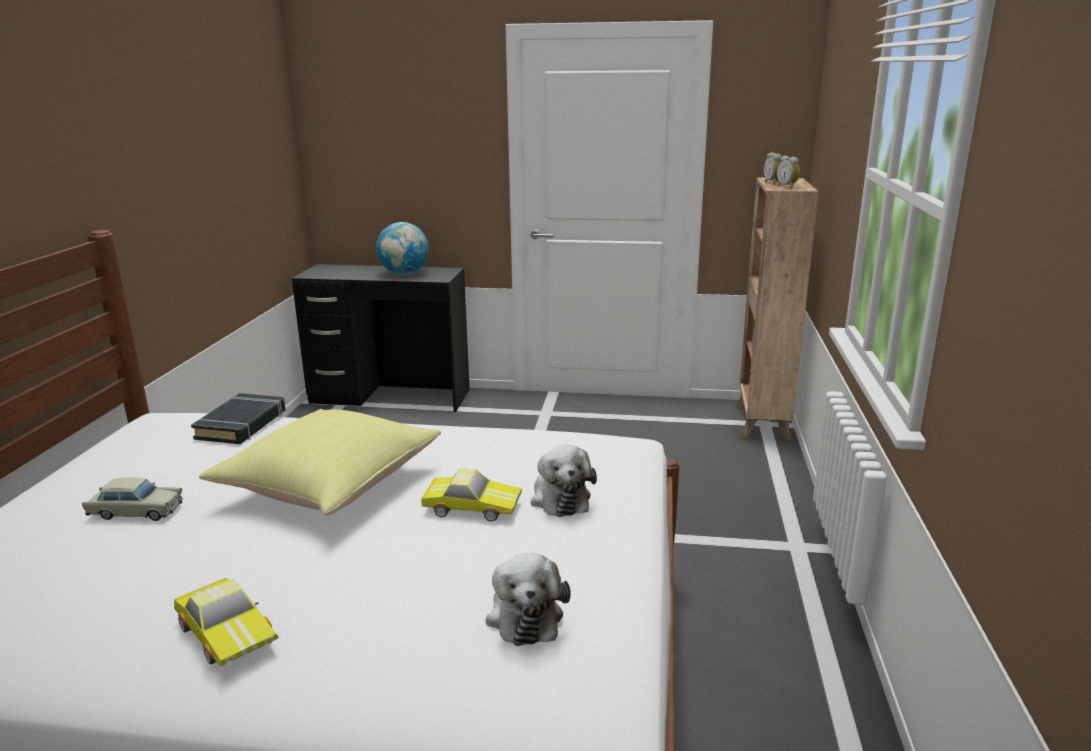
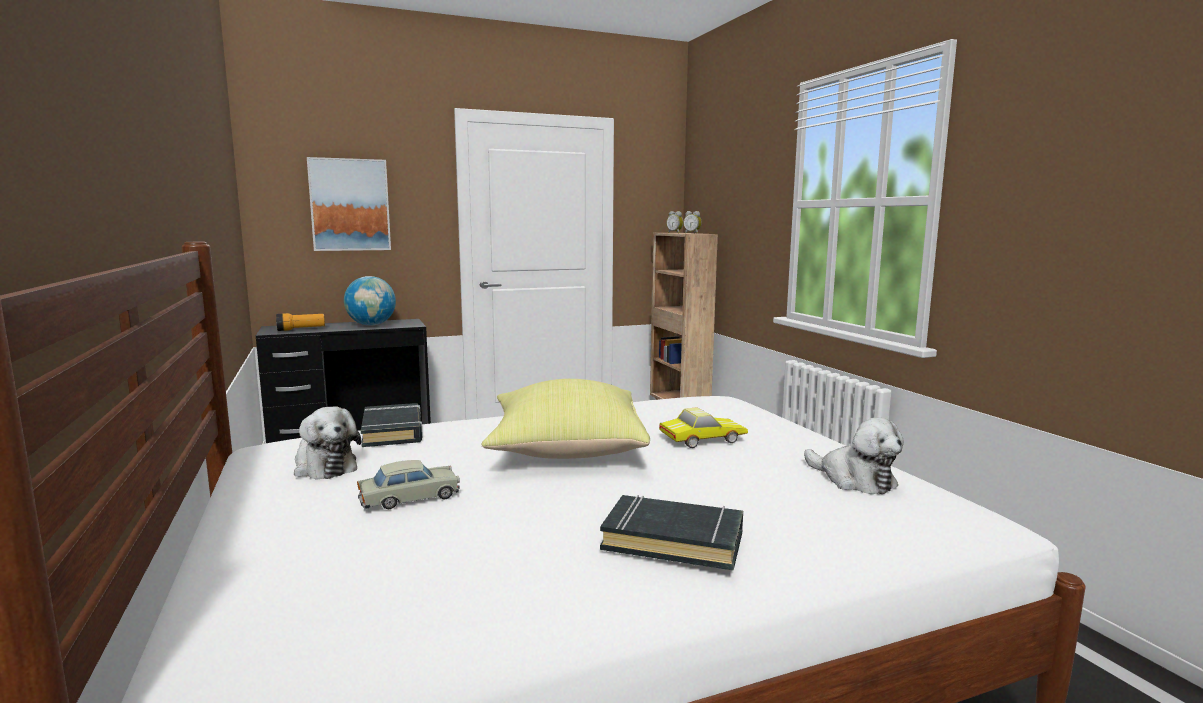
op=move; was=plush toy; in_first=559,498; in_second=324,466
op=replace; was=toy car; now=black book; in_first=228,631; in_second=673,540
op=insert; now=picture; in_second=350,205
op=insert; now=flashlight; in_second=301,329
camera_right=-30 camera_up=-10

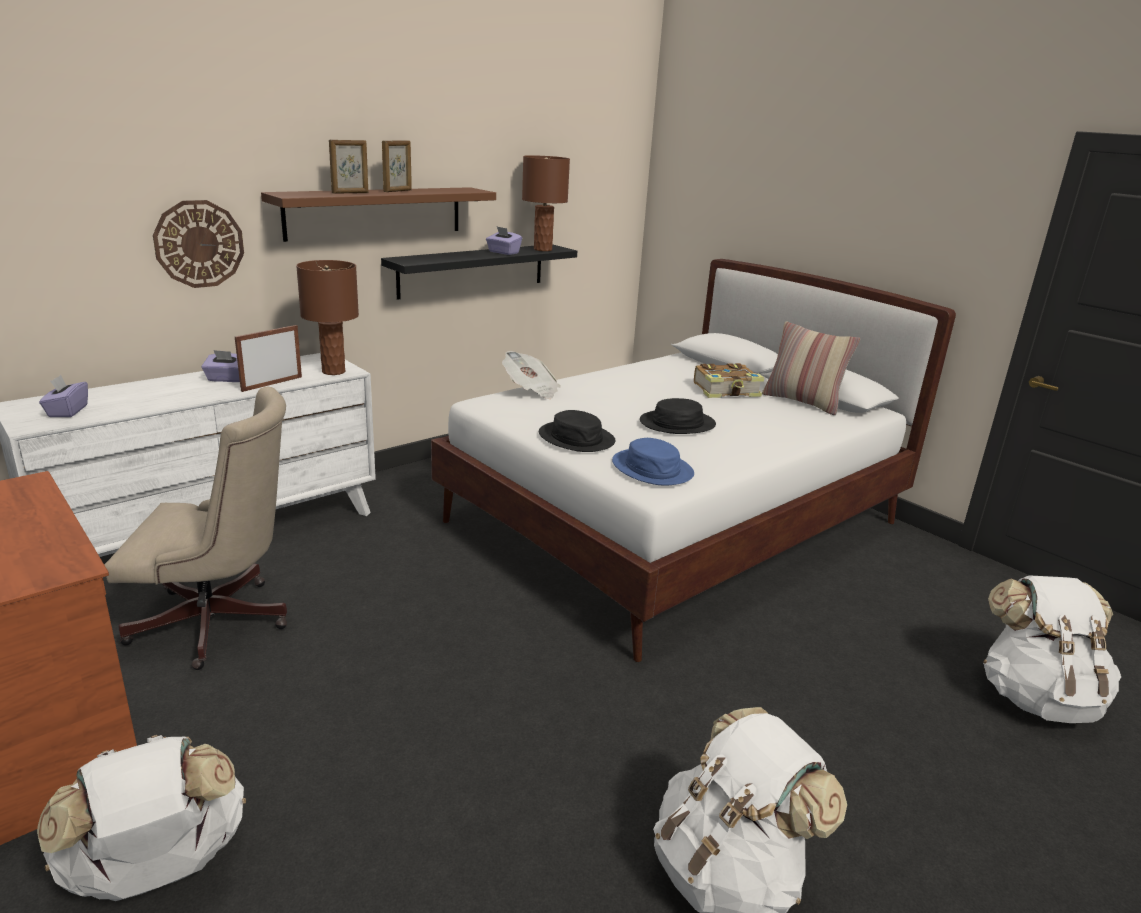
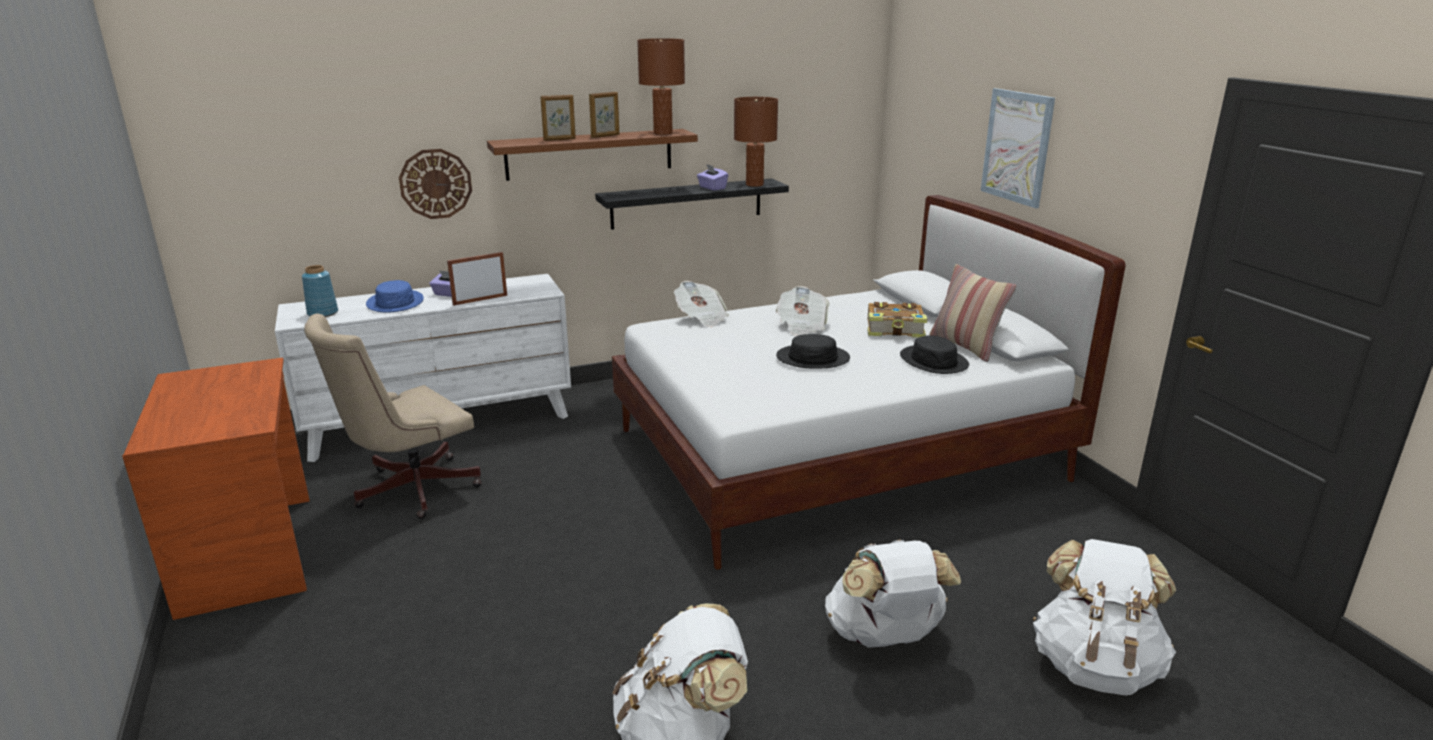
op=move; was=brown table lamp; in_first=333,371; in_second=662,133
op=replace; was=purple tissue box; now=blue vase; in_first=67,411; in_second=322,313
op=rotate; was=beige office chair; in_first=220,624; in_second=409,490; clockwise=120
op=move; was=black hat; in_first=576,438; in_second=934,361
op=move; was=blue hat; in_first=652,469; in_second=395,302
op=move; was=white backpack; in_first=158,870; in_second=884,637
op=insert; now=picture; in_second=1017,147
op=insert; now=newspaper; in_second=802,326
camera_right=20 camera_up=0

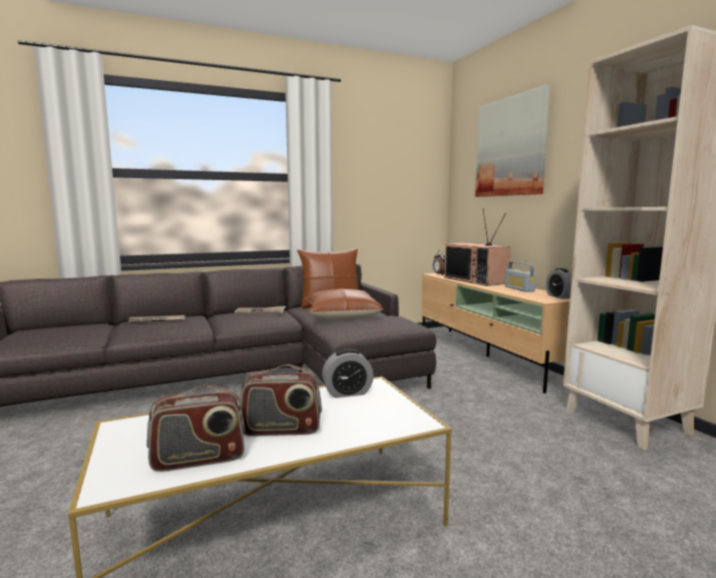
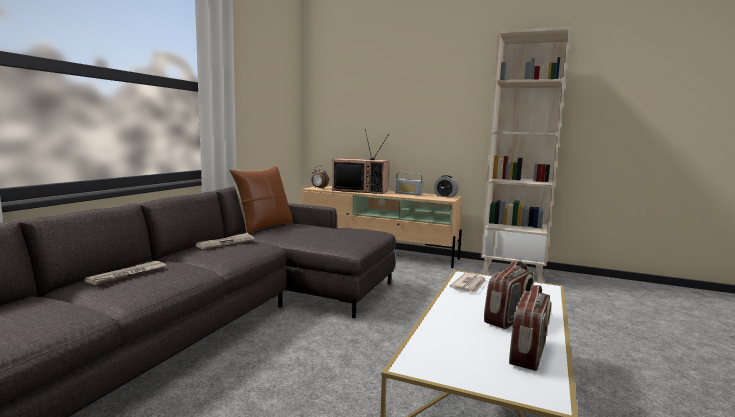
op=delete; was=picture; in_first=510,147
op=delete; was=brown pillow; in_first=342,315
op=replace; was=alarm clock; now=newspaper; in_first=347,393; in_second=469,285
camera_right=-45 camera_up=0

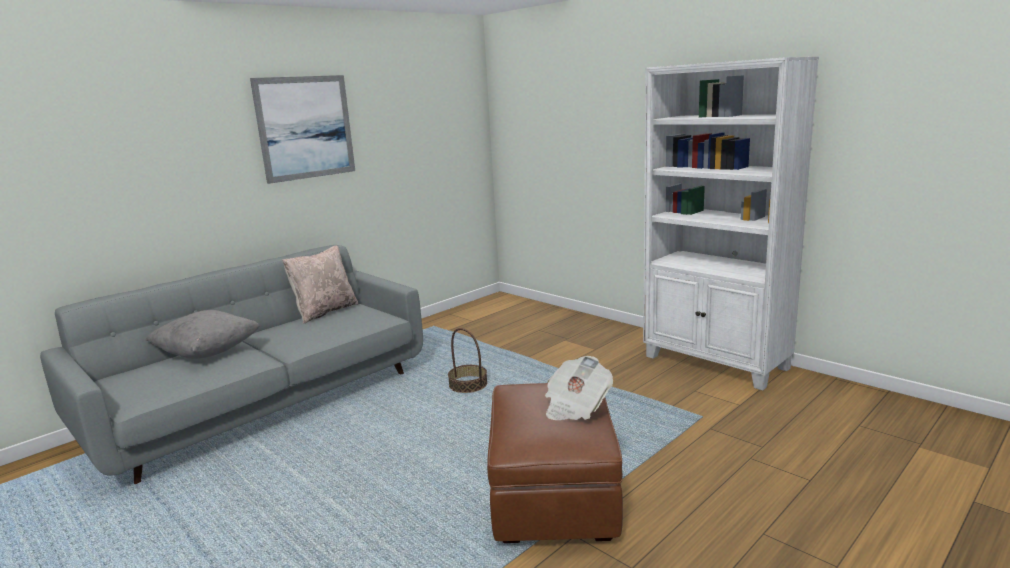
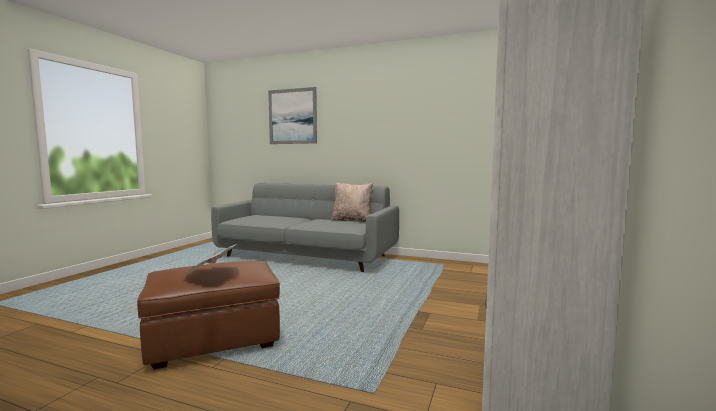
op=move; was=picture; in_first=305,127; in_second=292,116
op=delete; was=grey pillow; in_first=208,352
op=delete; was=basket; in_first=468,385
camera_right=65 camera_up=-10

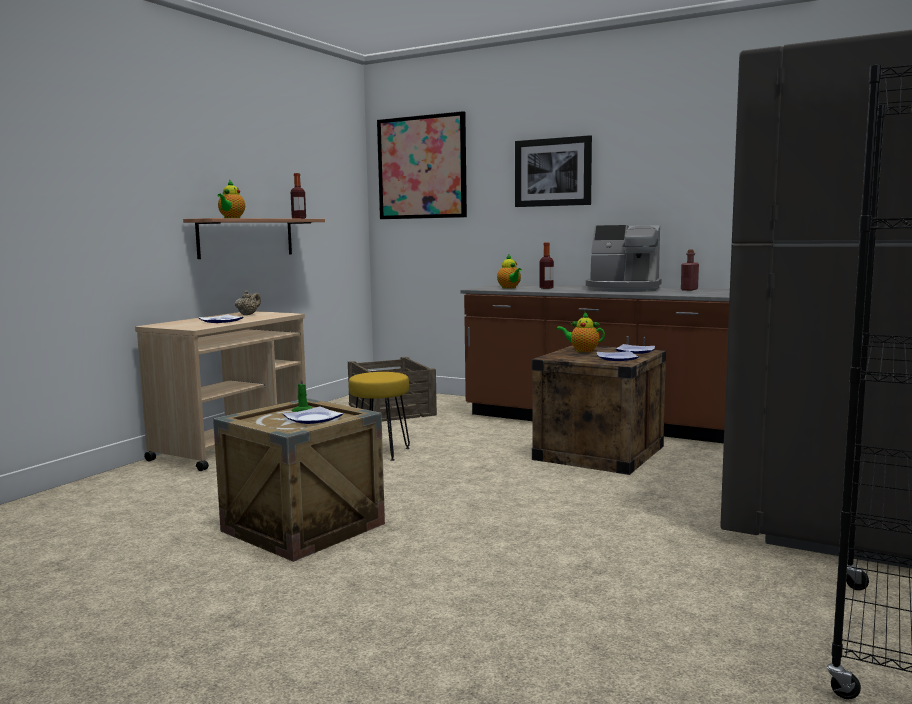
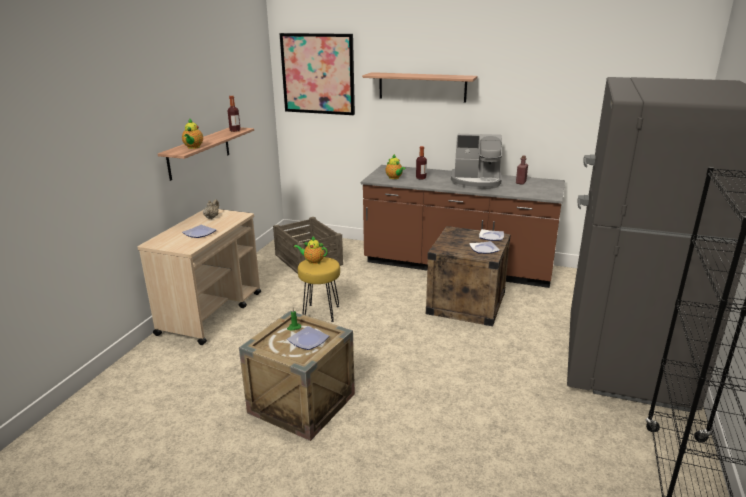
op=replace; was=picture; now=shelf; in_first=553,172; in_second=422,87
op=move; was=teapot; in_first=582,351; in_second=313,261
camera_right=-10 camera_up=15

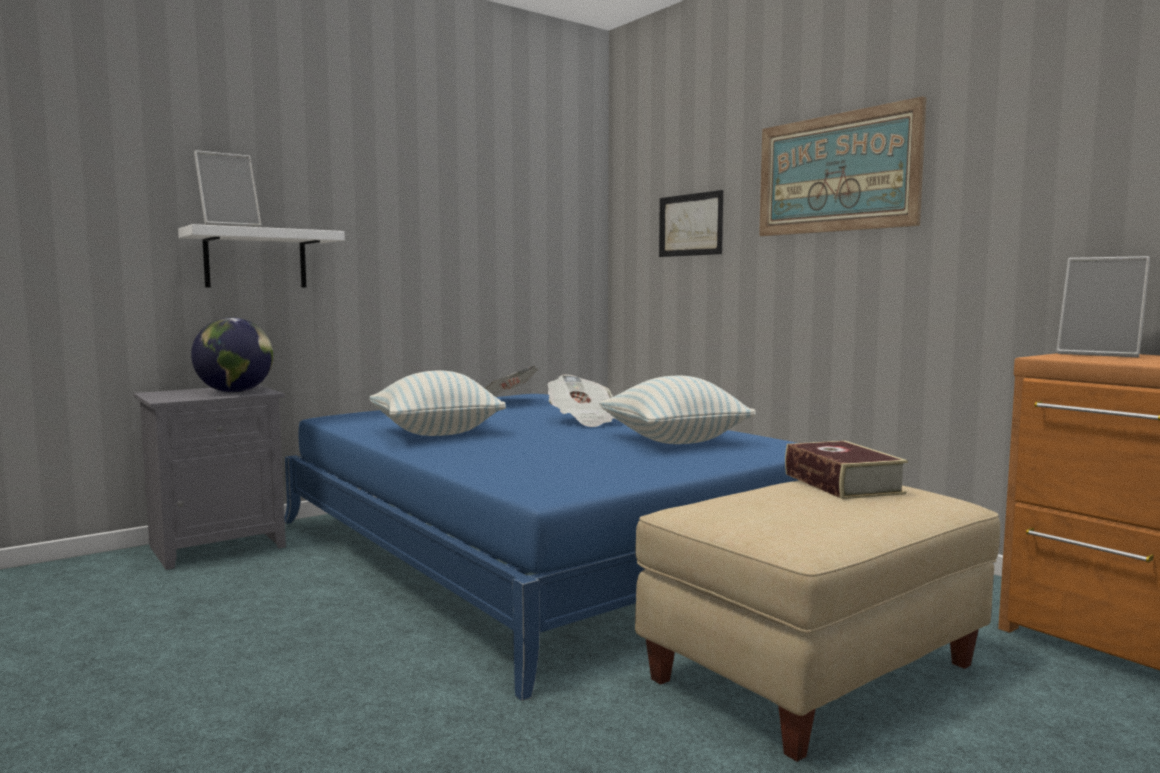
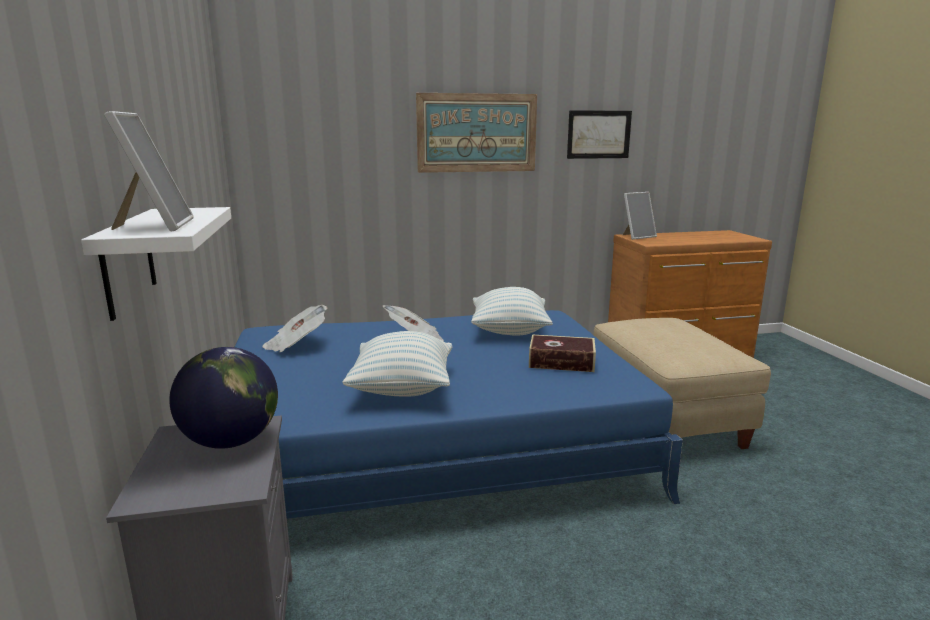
op=move; was=picture; in_first=690,225; in_second=598,134
op=move; was=book; in_first=842,484; in_second=561,362
camera_right=-65 camera_up=10

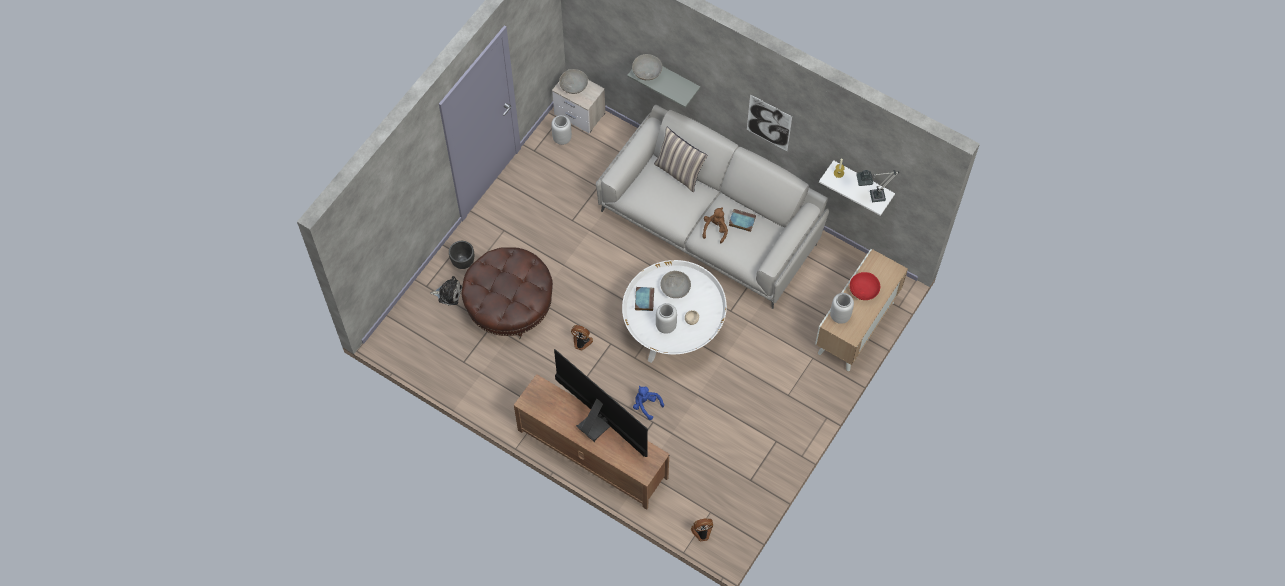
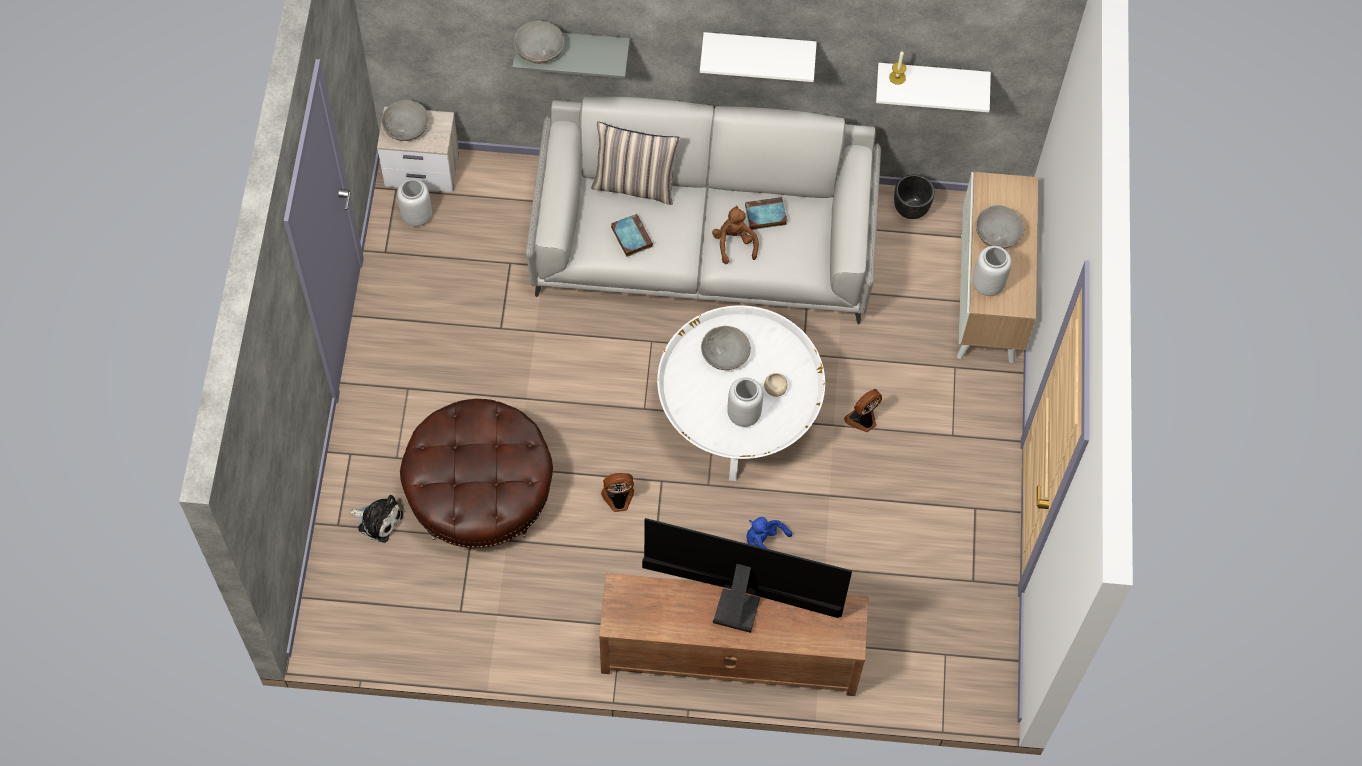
op=replace; was=picture; now=white shelf; in_first=769,123; in_second=759,48
op=delete; was=table lamp; in_first=873,196
op=move; was=black planter; in_first=463,262; in_second=911,209
op=recolor; was=red bowl; now=grey bowl; in_first=863,290; in_second=998,234
op=rotate; was=plush toy; in_first=448,293; in_second=378,520; clockwise=45
op=move; was=book; in_first=644,299; in_second=630,236
op=move; was=fan; in_first=702,532; in_second=863,419
camera_right=-30 camera_up=0

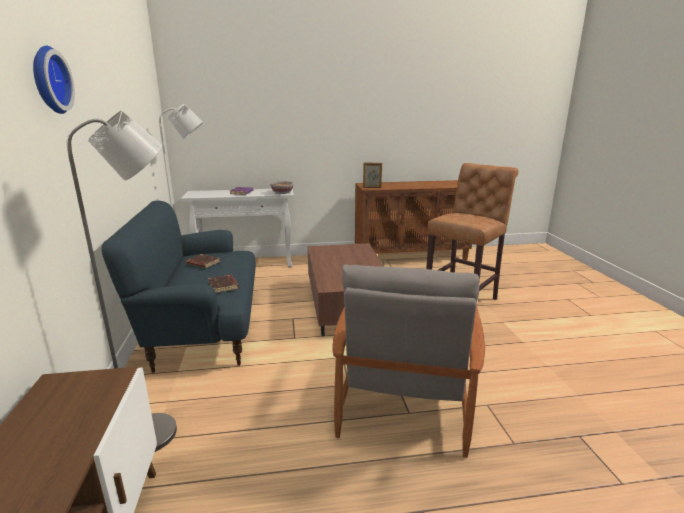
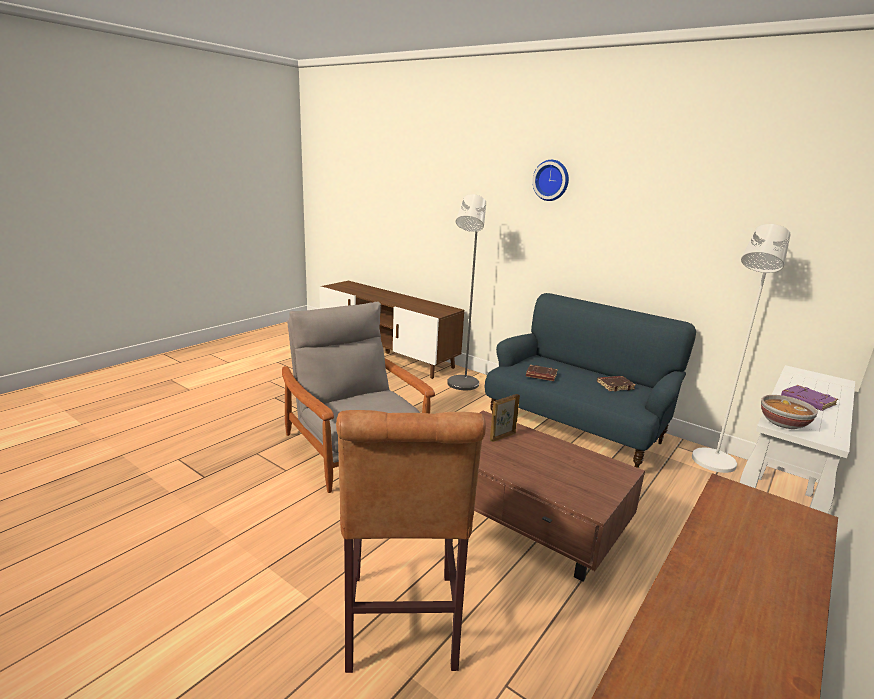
op=move; was=picture frame; in_first=372,187; in_second=502,437
camera_right=135 camera_up=0

